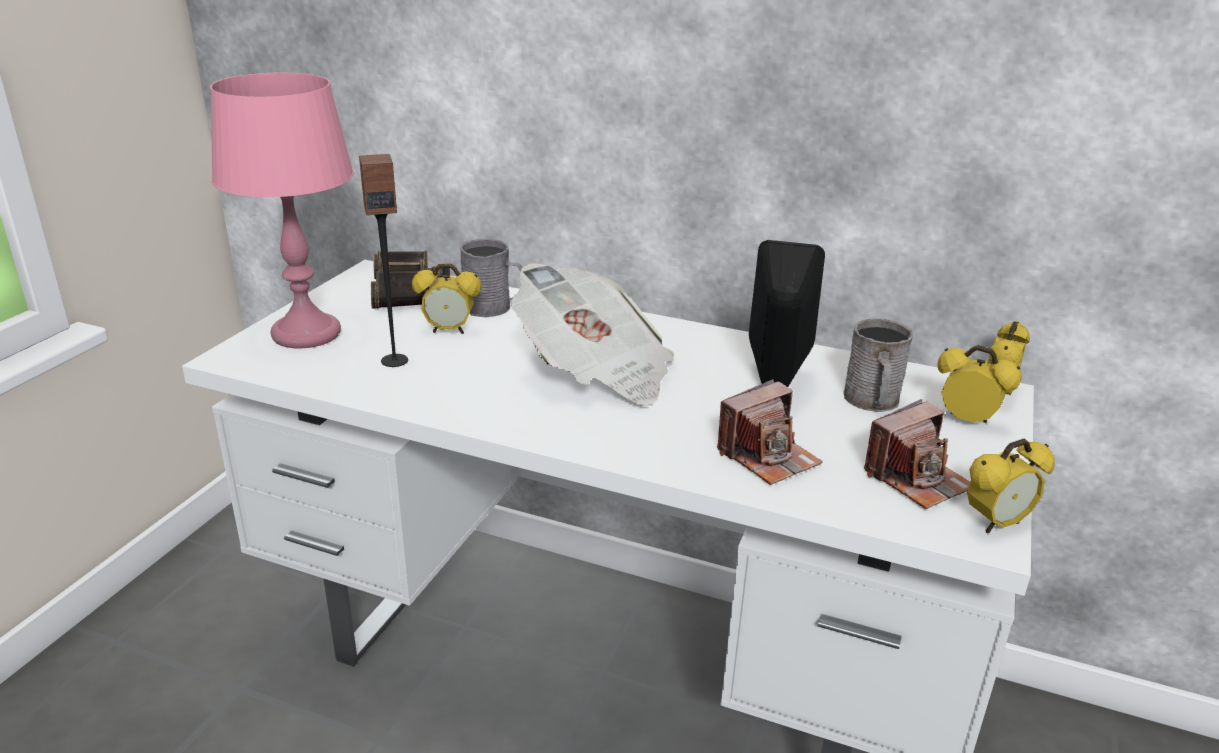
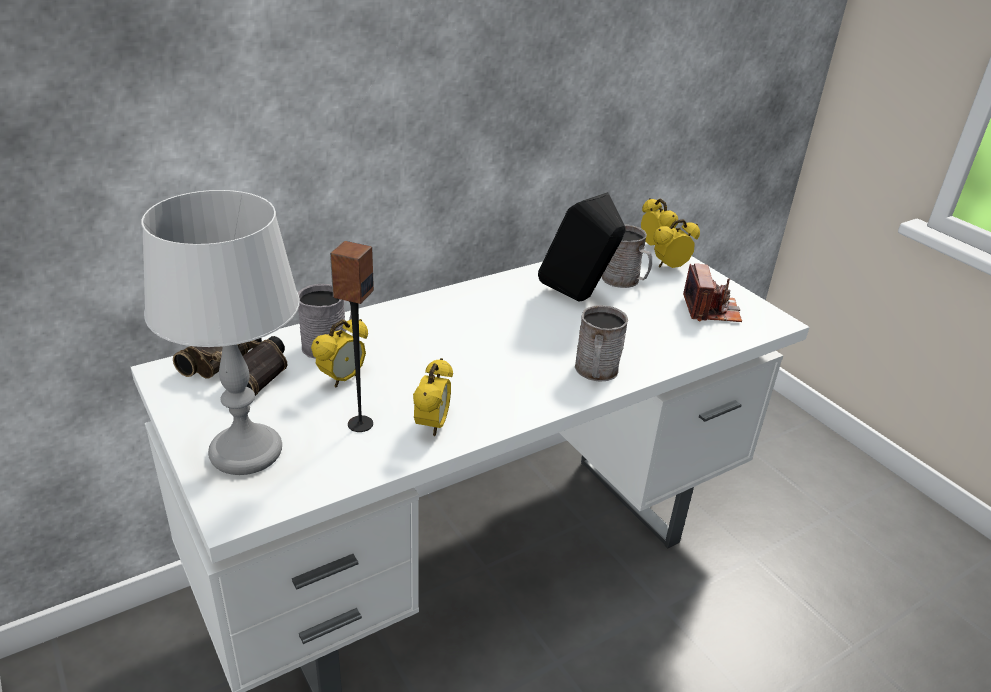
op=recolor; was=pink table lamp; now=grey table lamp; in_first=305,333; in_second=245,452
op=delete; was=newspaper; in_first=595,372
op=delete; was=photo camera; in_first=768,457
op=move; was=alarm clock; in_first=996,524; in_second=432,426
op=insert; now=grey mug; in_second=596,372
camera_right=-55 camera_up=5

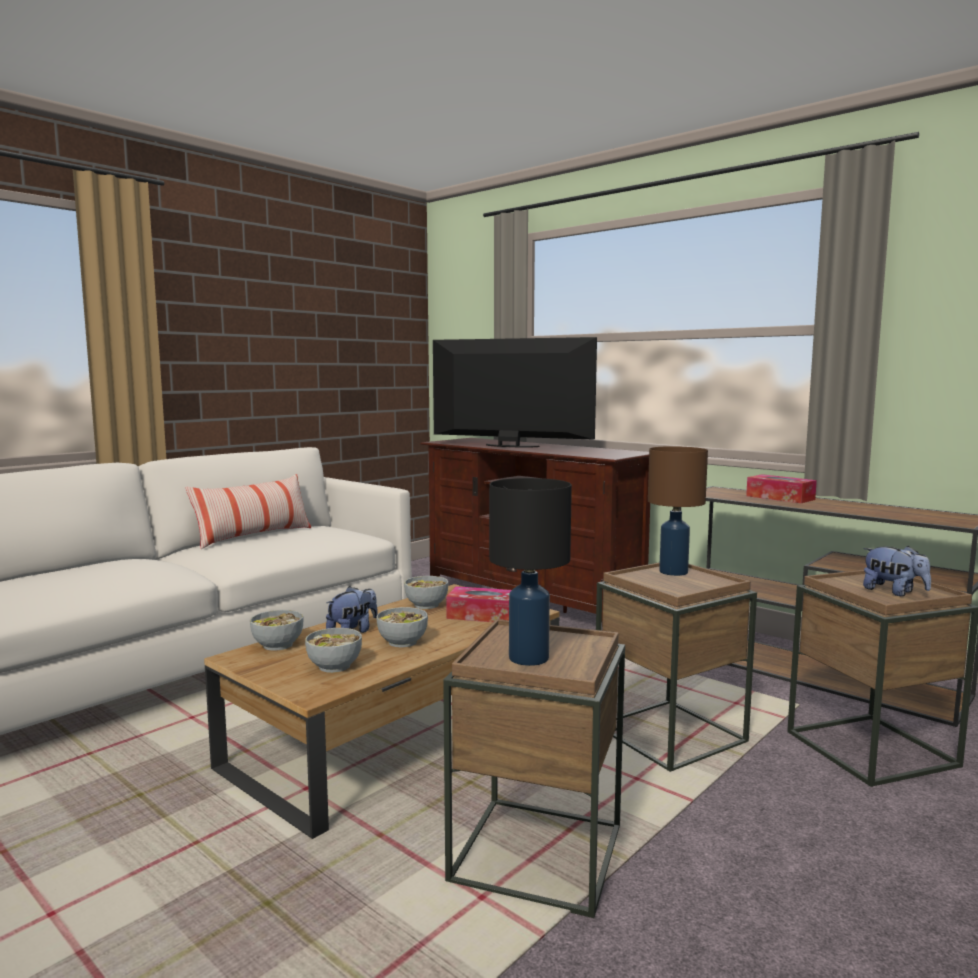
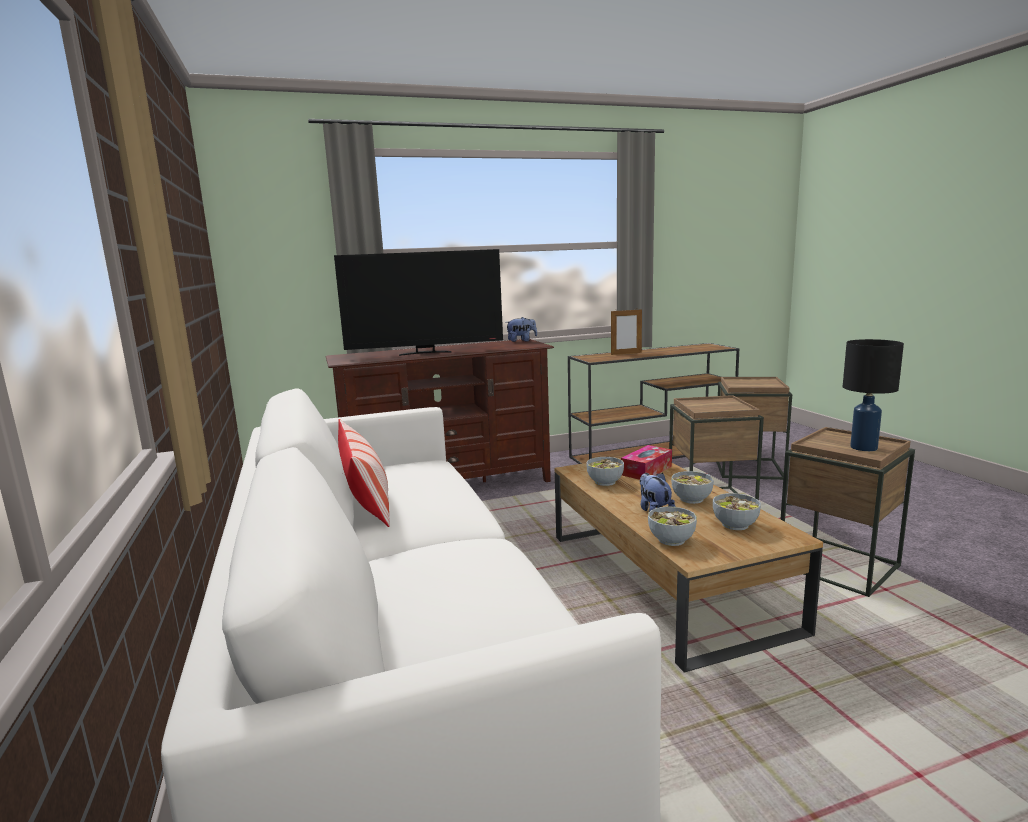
op=rotate; was=television; in_first=510,446; in_second=425,353; clockwise=-150
op=delete; was=brown table lamp; in_first=673,572
op=replace; was=tissue box; now=picture frame; in_first=780,498; in_second=626,353
op=move; was=plush toy; in_first=894,592; in_second=521,341
camera_right=-60 camera_up=5

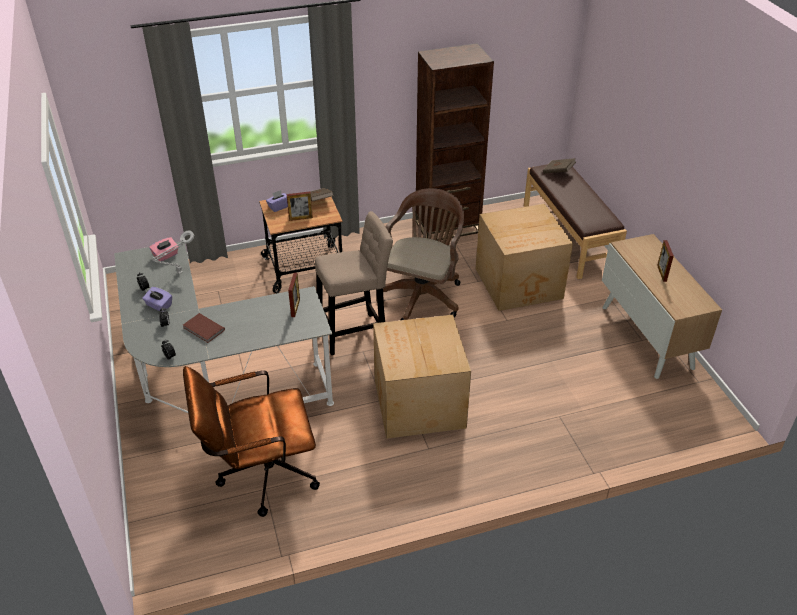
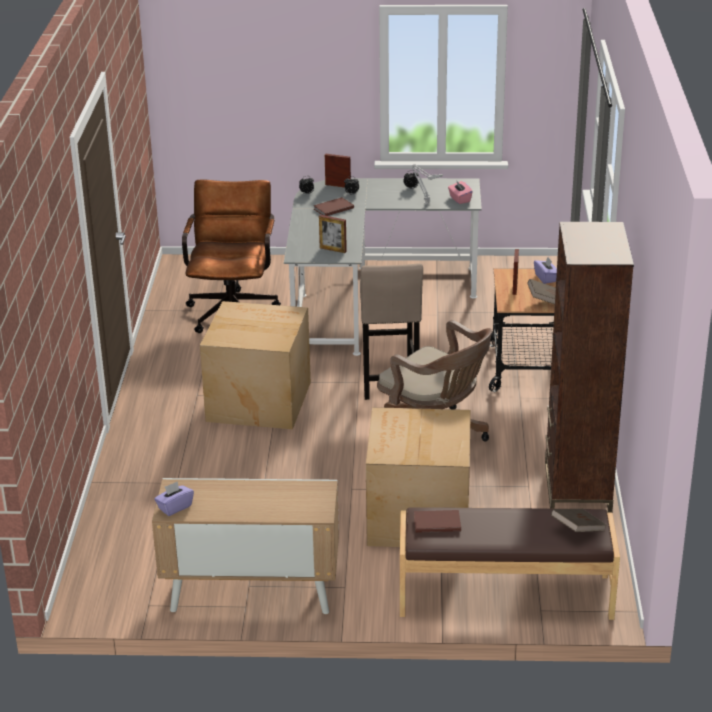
op=move; was=picture frame; in_first=662,273; in_second=338,186
op=move; was=purple tissue box; in_first=159,306; in_second=174,507
op=insert; now=brown book; in_second=436,523
camera_right=110 camera_up=-10

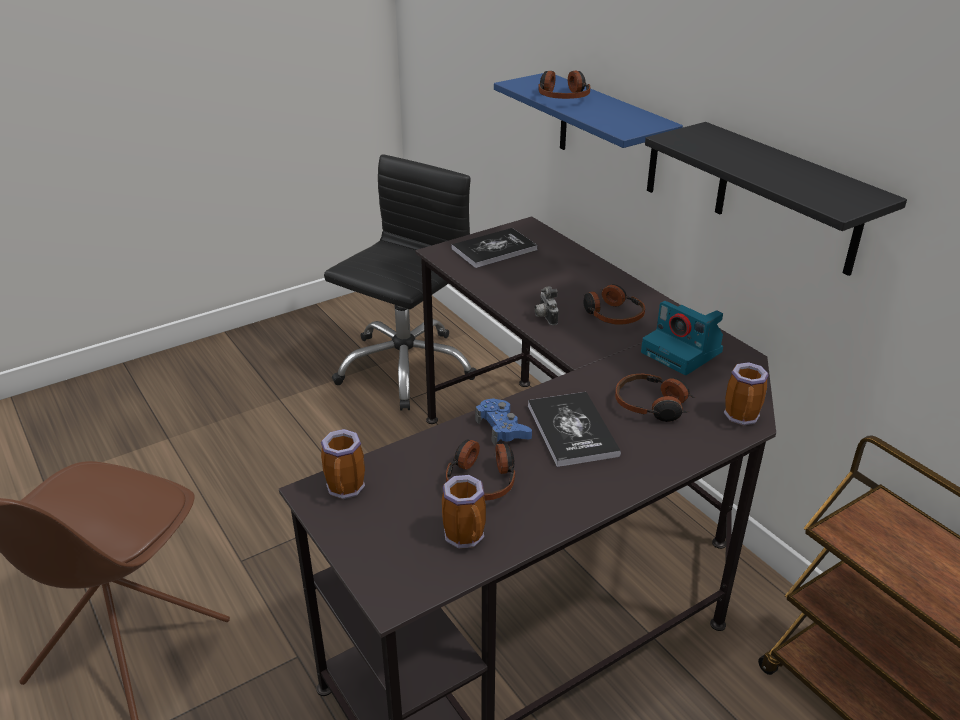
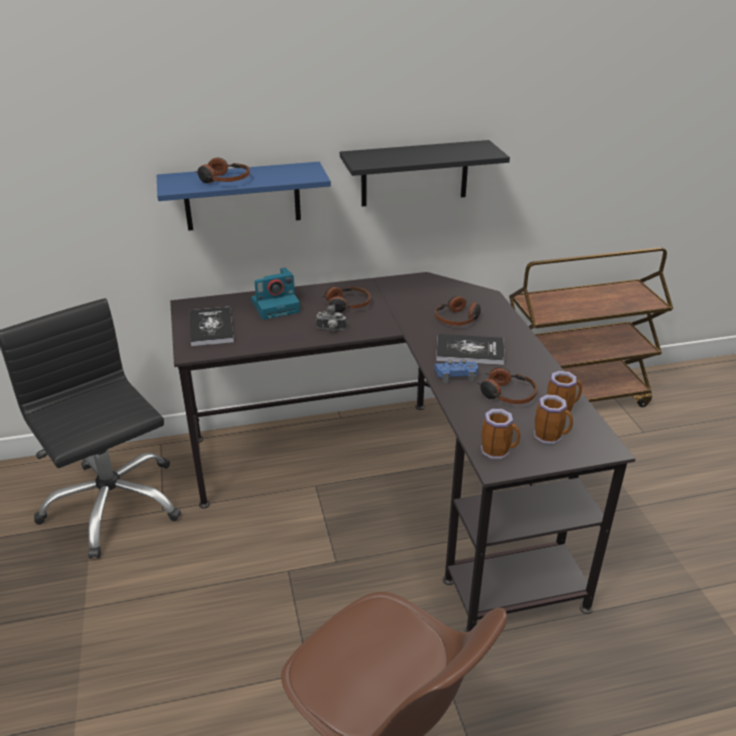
op=move; was=photo camera; in_first=683,352; in_second=276,306
op=move; was=mug; in_first=743,418; in_second=550,437
camera_right=-70 camera_up=0

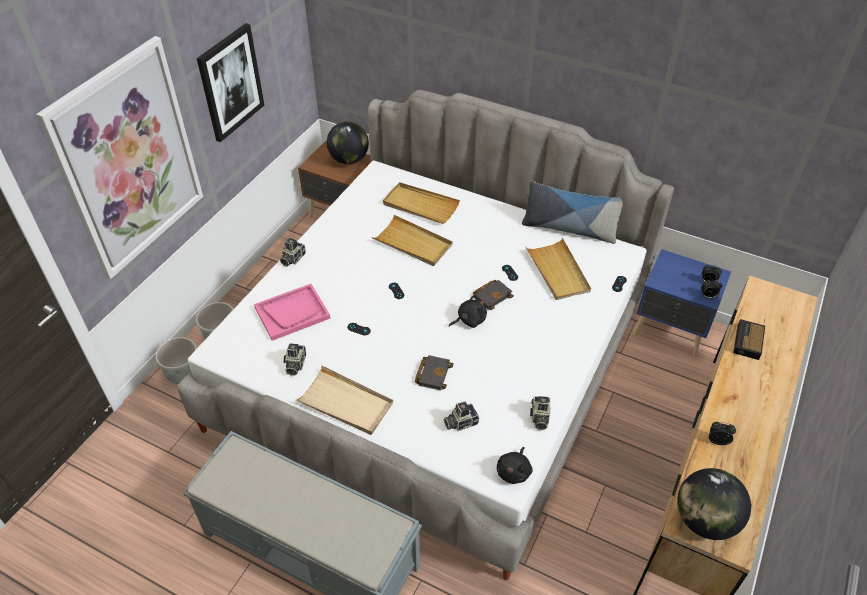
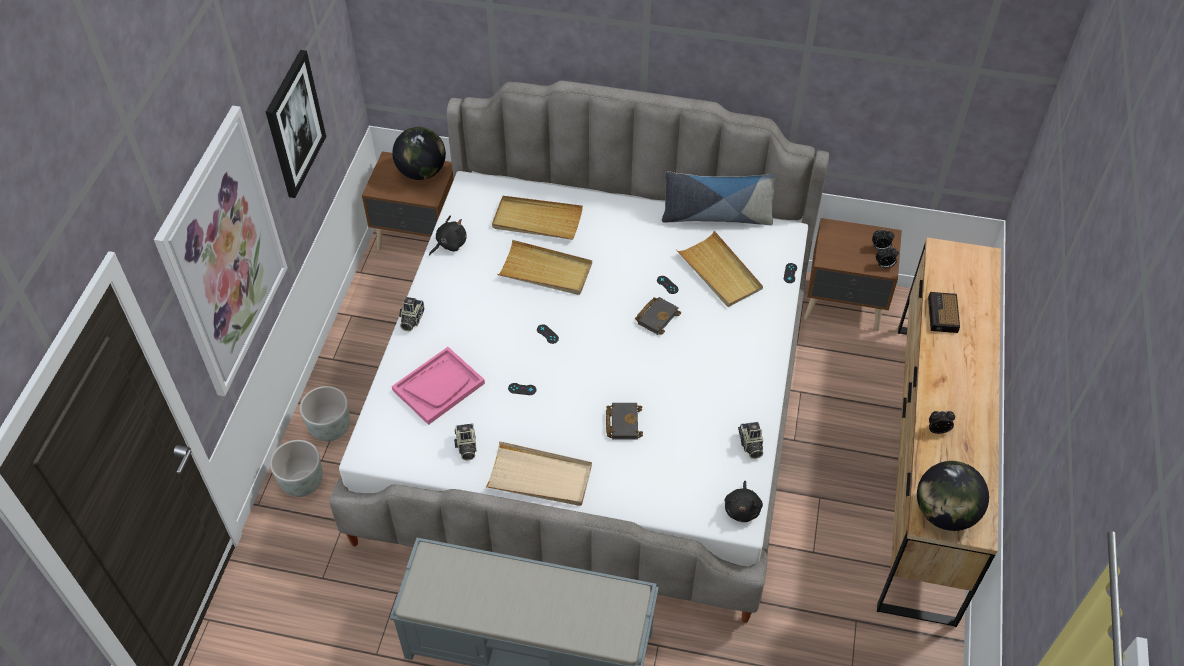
op=recolor; was=blue nightstand; now=brown nightstand; in_first=671,331; in_second=844,306
op=move; was=black plush toy; in_first=469,320; in_second=449,244
op=delete; was=photo camera; in_first=460,422
camera_right=-15 camera_up=5

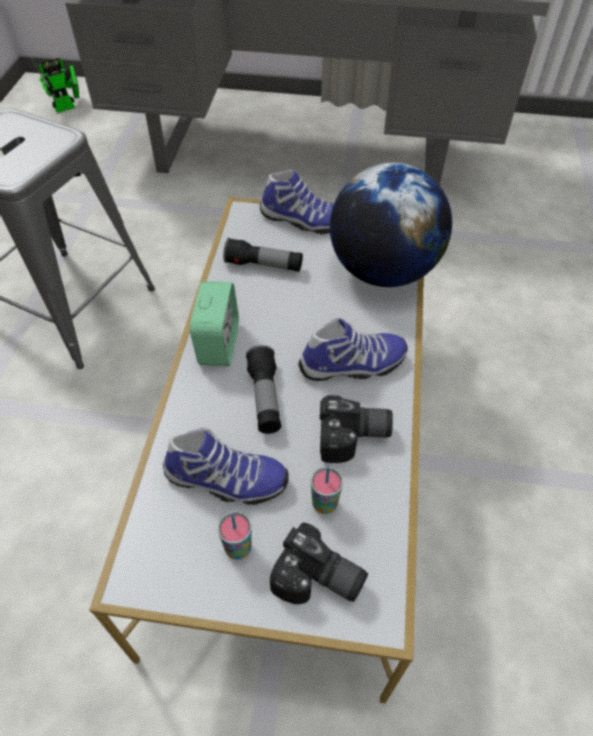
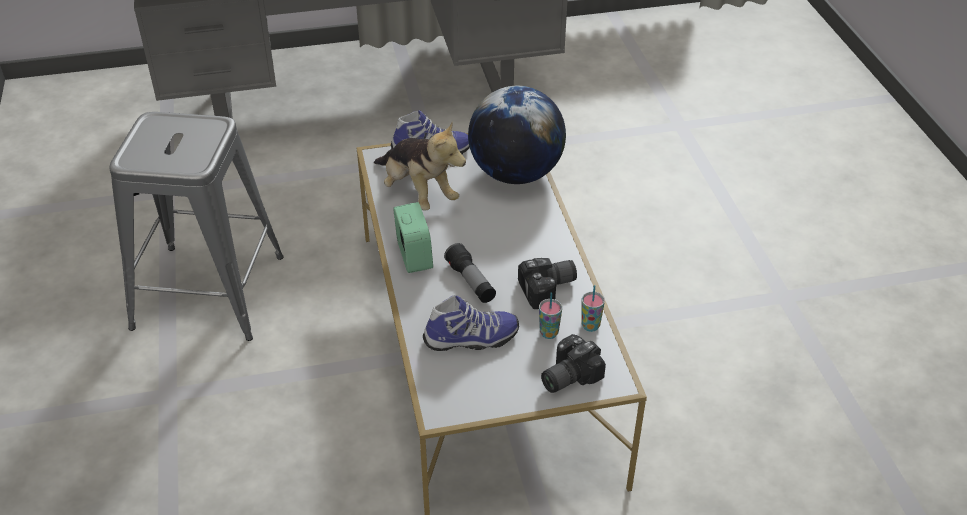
op=delete; was=toy robot; in_first=68,107
op=replace; was=flashlight; now=plush toy; in_first=264,265; in_second=418,193
op=delete; was=shoe; in_first=353,366
op=move; was=cup; in_first=238,548; in_second=590,326
op=rotate; was=photo camera; in_first=318,581; in_second=566,375; clockwise=135
camera_right=-20 camera_up=-10

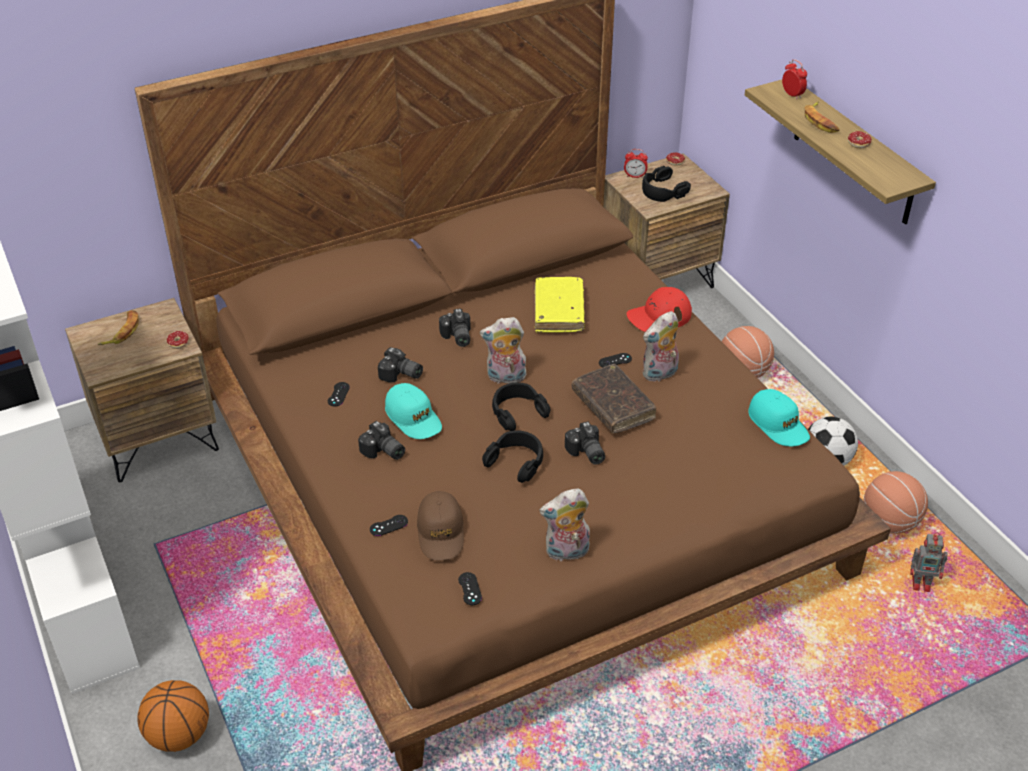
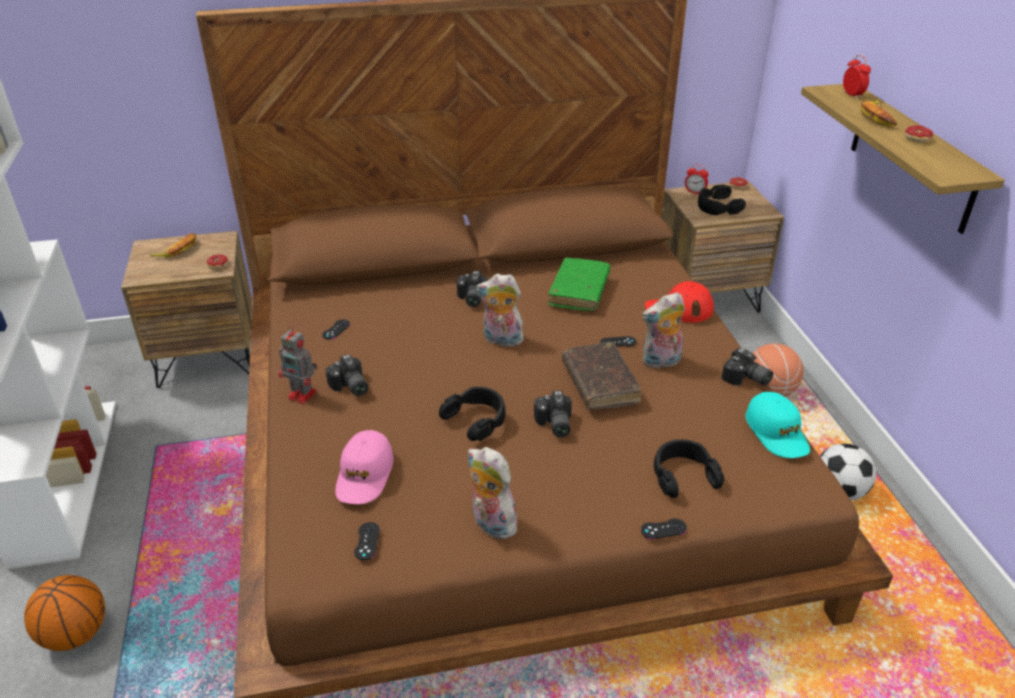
op=recolor; was=yellow book; now=green book; in_first=559,311; in_second=579,291
op=move; was=photo camera; in_first=401,375; in_second=746,379
op=move; was=black headphones; in_first=517,412; in_second=683,475
op=delete; was=turquoise cap; in_first=413,418
op=delete; was=basketball; in_first=890,522
op=rotate; was=plush toy; in_first=566,552; in_second=490,523; clockwise=45
op=recolor; was=brown cap; now=pink cap; in_first=441,532; in_second=365,475
op=move; was=black game controller; in_first=388,525; in_second=663,529
op=move; was=toy robot; in_first=922,584; in_second=303,395
camera_right=15 camera_up=-5

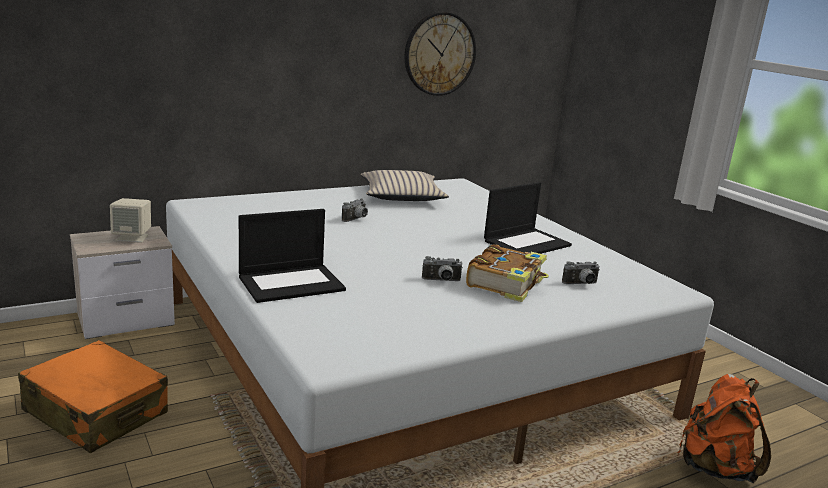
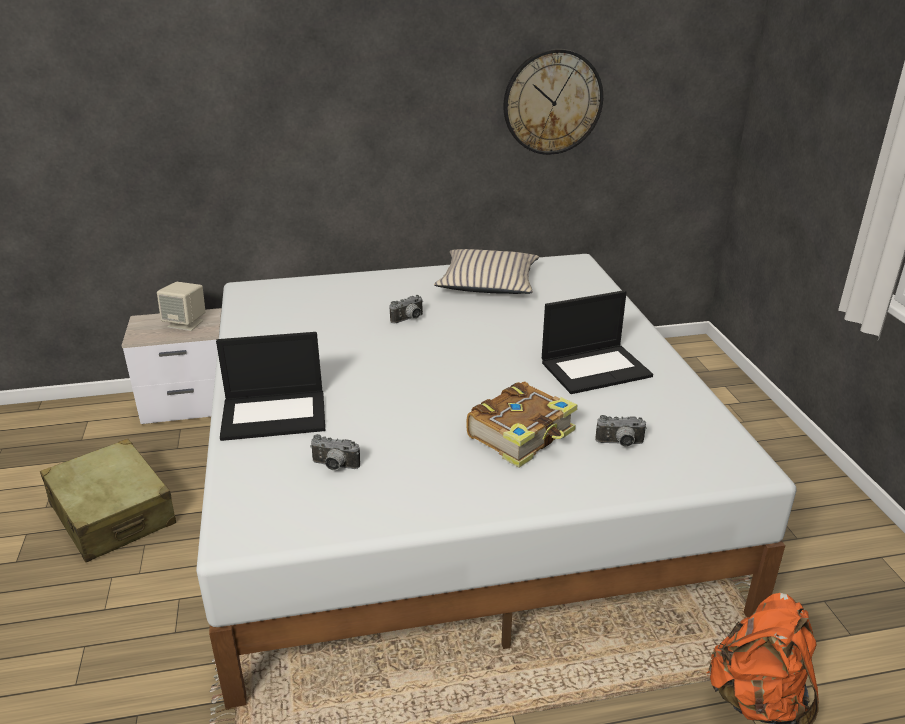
op=move; was=photo camera; in_first=441,281; in_second=334,466
op=recolor; was=orange suitcase; now=beige suitcase; in_first=96,412; in_second=113,514
camera_right=20 camera_up=10

